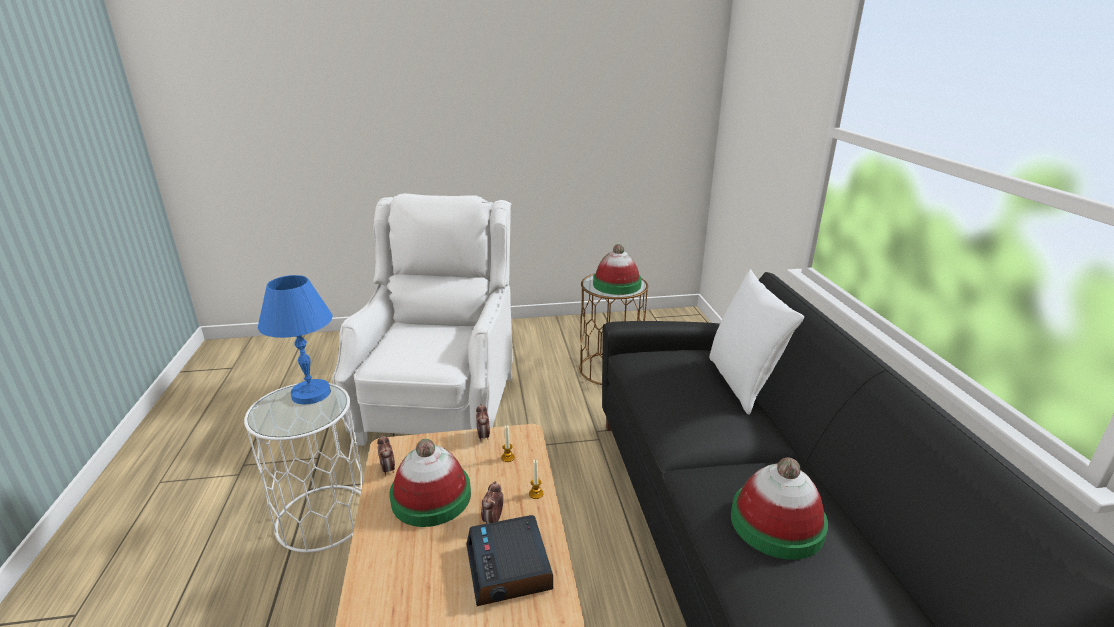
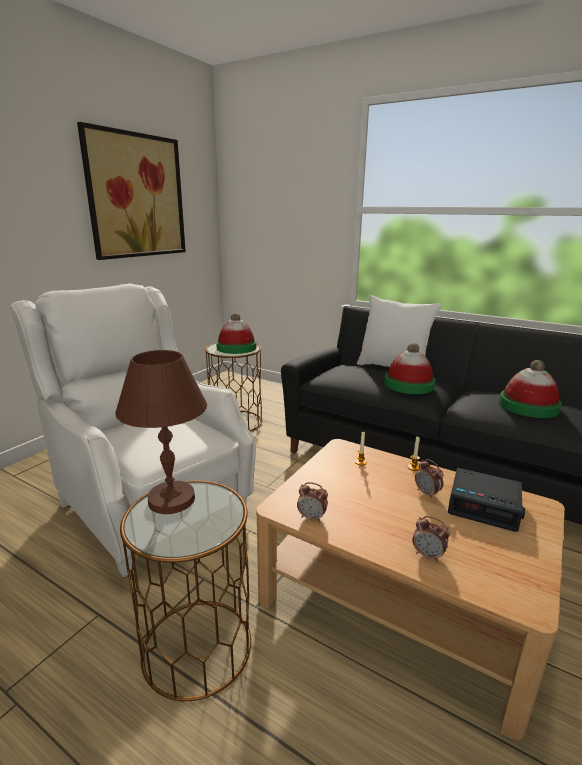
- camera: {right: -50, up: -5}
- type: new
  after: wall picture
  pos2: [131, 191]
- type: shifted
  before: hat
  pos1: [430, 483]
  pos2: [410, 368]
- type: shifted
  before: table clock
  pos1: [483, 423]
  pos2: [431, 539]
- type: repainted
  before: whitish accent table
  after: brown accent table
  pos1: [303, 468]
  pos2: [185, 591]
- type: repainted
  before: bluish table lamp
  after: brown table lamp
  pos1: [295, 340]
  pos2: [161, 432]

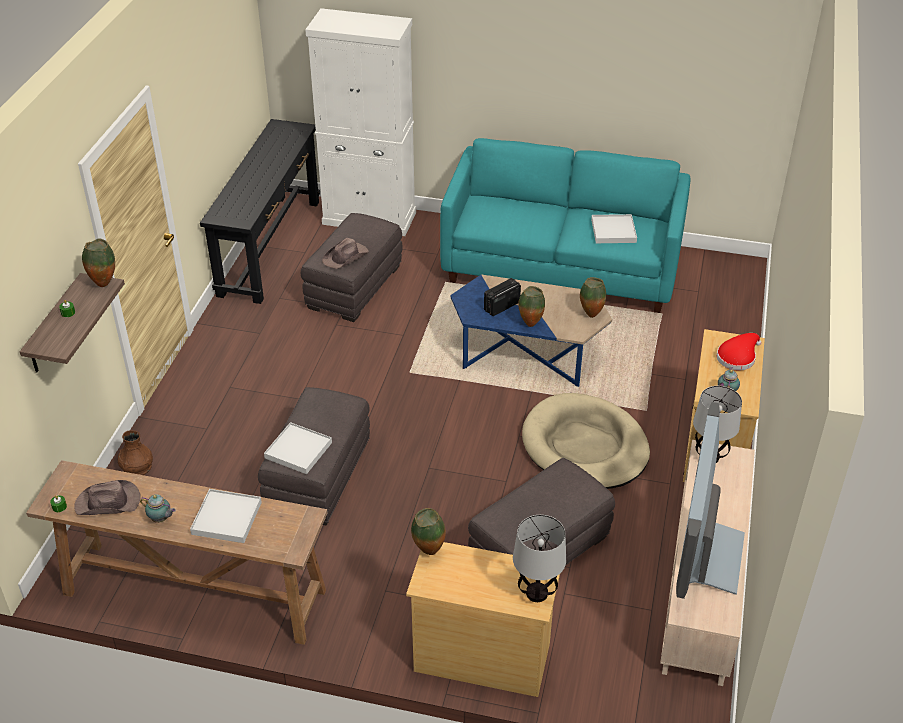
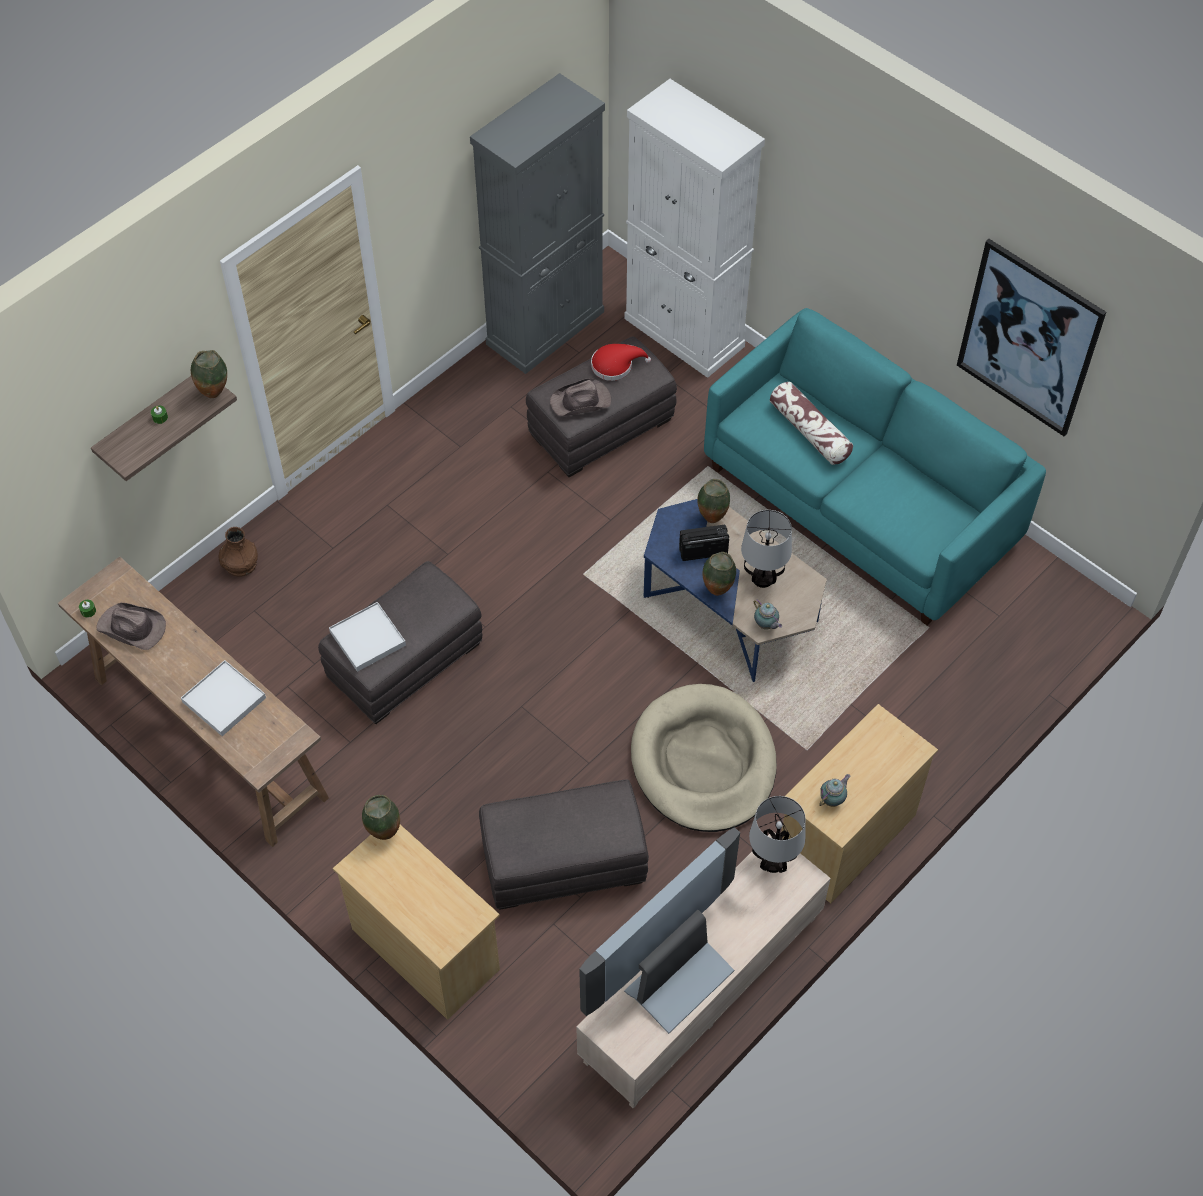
- camera: {right: 30, up: 15}
- type: gone
  before: whitish carrying tray
  pos1: [614, 228]
- type: new
  after: cushion
  pos2: [811, 423]
- type: new
  after: wall picture
  pos2: [1031, 337]
- type: shifted
  before: teapot
  pos1: [158, 508]
  pos2: [768, 614]
- type: shifted
  before: table lamp
  pos1: [539, 558]
  pos2: [766, 549]
- type: shifted
  before: vase
  pos1: [593, 297]
  pos2: [713, 501]
- type: shifted
  before: red hat
  pos1: [738, 351]
  pos2: [621, 362]
- type: swapped
  before: blackish hall table
  after: grey cupboard
  pos1: [260, 211]
  pos2: [537, 223]

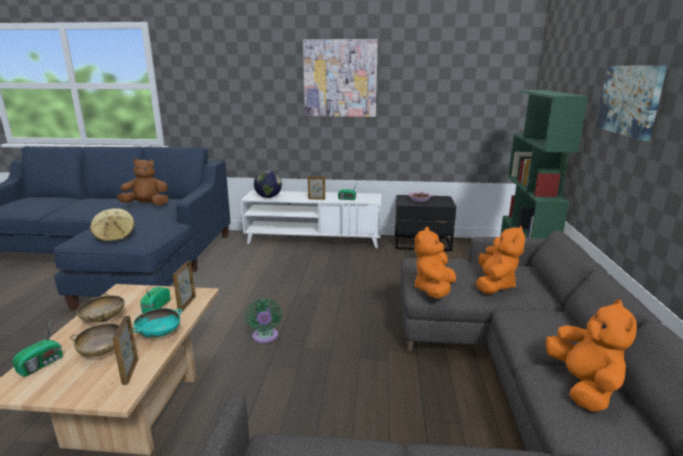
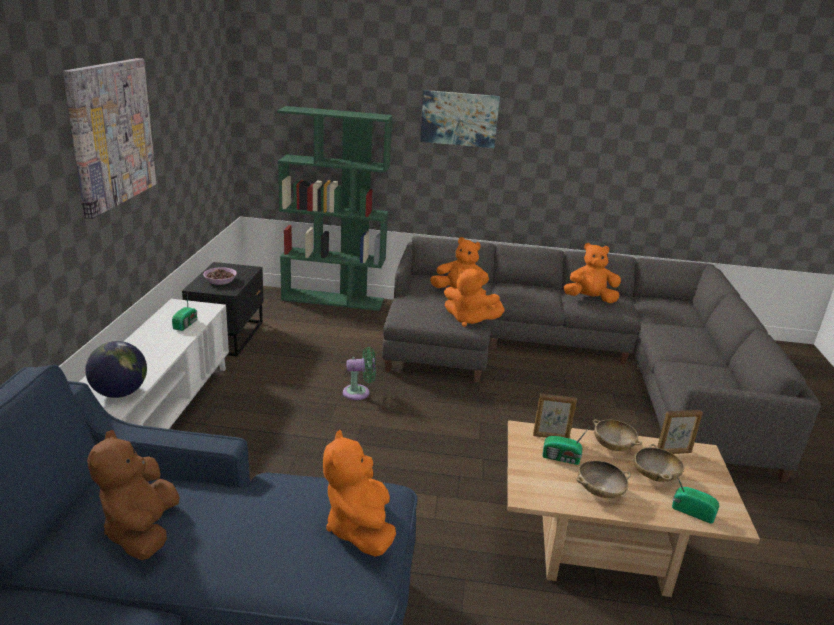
- camera: {right: -90, up: 5}
- type: gone
  before: standing frame
  pos1: [316, 188]
- type: shifted
  before: greenish electric fan
  pos1: [263, 320]
  pos2: [359, 373]
- type: swapped
  before: beige hat
  after: orange-coloured plush toy
  pos1: [112, 225]
  pos2: [359, 493]
- type: repainted
  before: blue-green serving bowl
  after: beige serving bowl
  pos1: [157, 323]
  pos2: [617, 435]

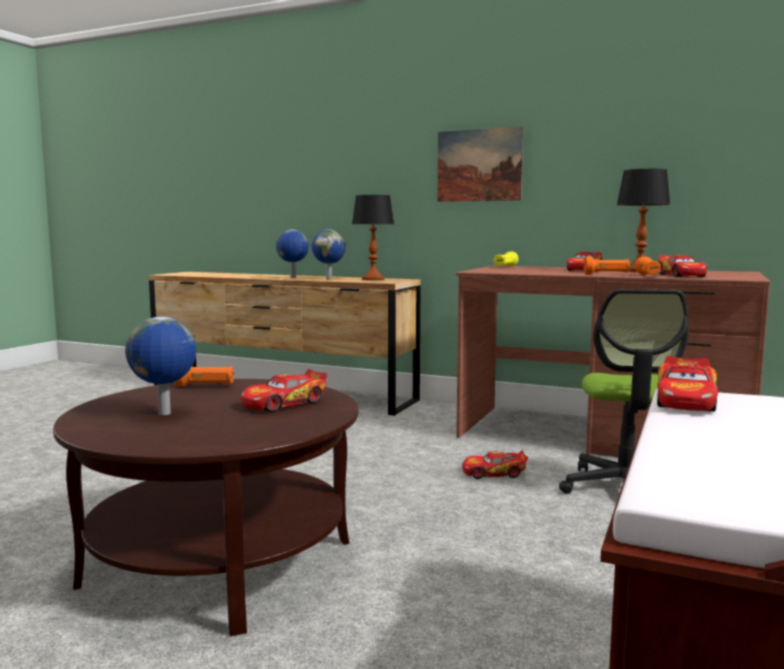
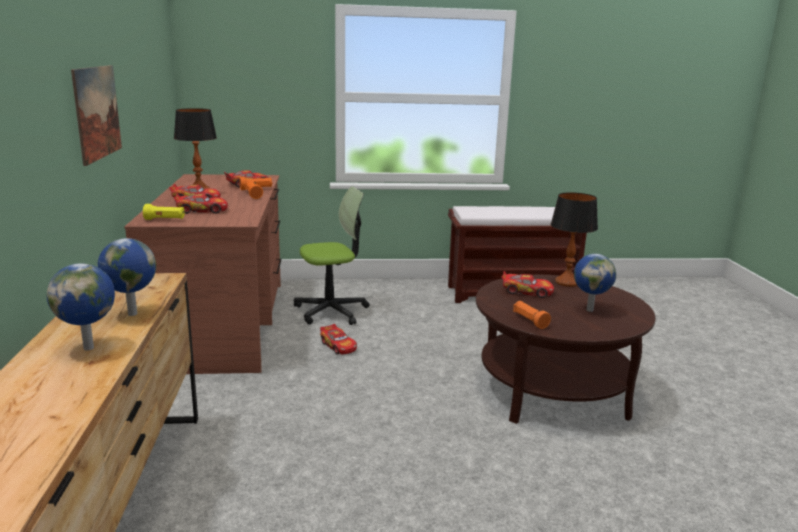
- camera: {right: -120, up: 10}
- type: shifted
  before: table lamp
  pos1: [373, 237]
  pos2: [574, 239]
- type: shifted
  before: model car
  pos1: [687, 384]
  pos2: [200, 204]

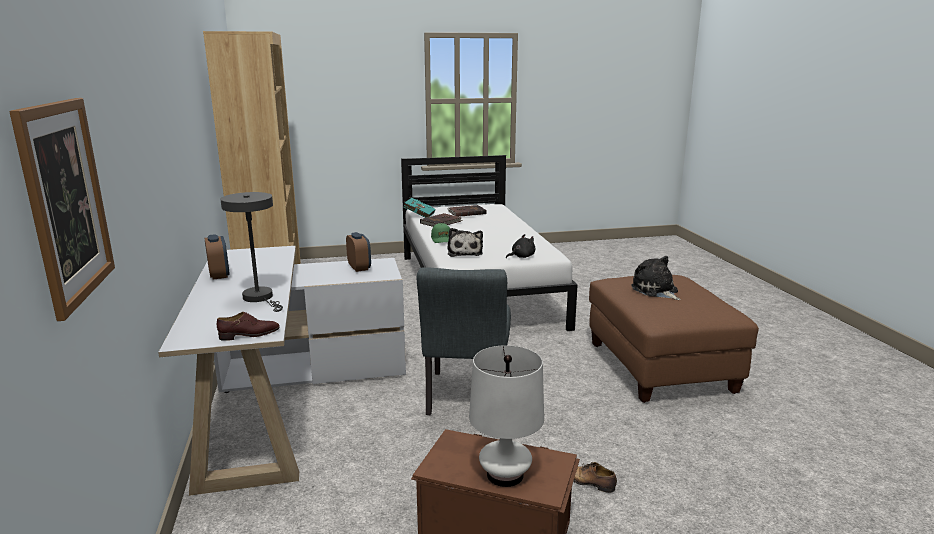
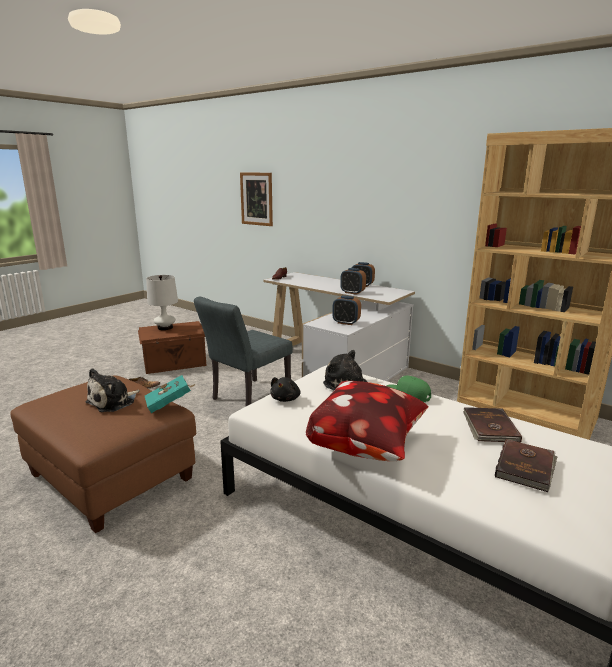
- camera: {right: 140, up: 0}
- type: gone
  before: grey table lamp
  pos1: [251, 252]
- type: new
  after: cushion
  pos2: [367, 421]
- type: new
  after: table clock
  pos2: [353, 281]
- type: shifted
  before: blue-green volume
  pos1: [419, 208]
  pos2: [170, 394]
- type: rotated
  before: grey plain chair
  pos1: [464, 341]
  pos2: [243, 352]
  turn: -105
- type: rotated
  before: plush toy
  pos1: [656, 278]
  pos2: [112, 390]
  turn: 105

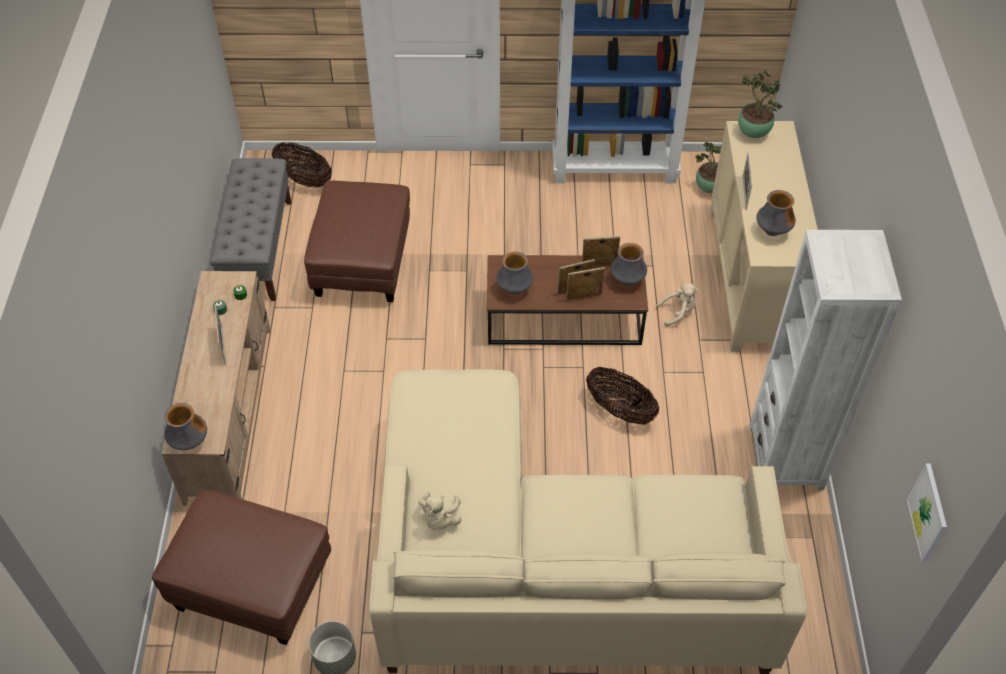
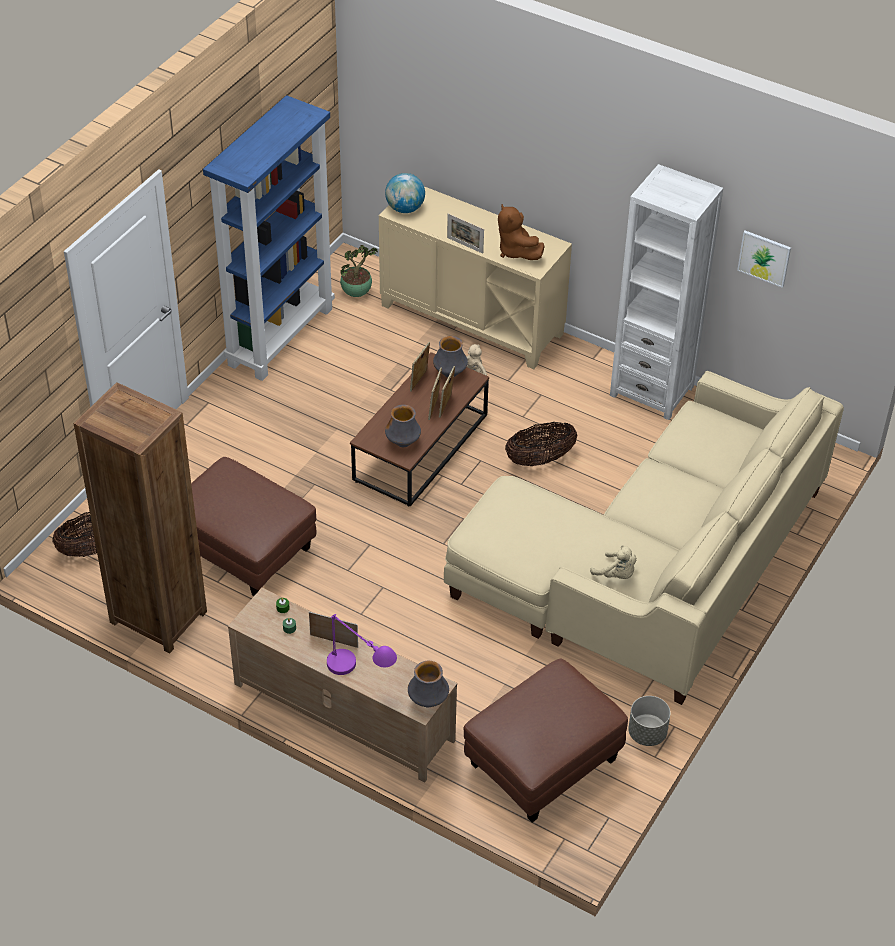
- camera: {right: -60, up: -5}
- type: new
  after: purple-coloured table lamp
  pos2: [362, 644]
- type: shifted
  before: wall picture
  pos1: [927, 513]
  pos2: [764, 259]
- type: swapped
  before: grey long seat
  after: brown bookshelf
  pos1: [250, 229]
  pos2: [140, 518]
- type: swapped
  before: potted plant
  after: world globe
  pos1: [760, 104]
  pos2: [405, 193]
- type: swapped
  before: vase
  after: brown plush toy
  pos1: [776, 213]
  pos2: [521, 232]

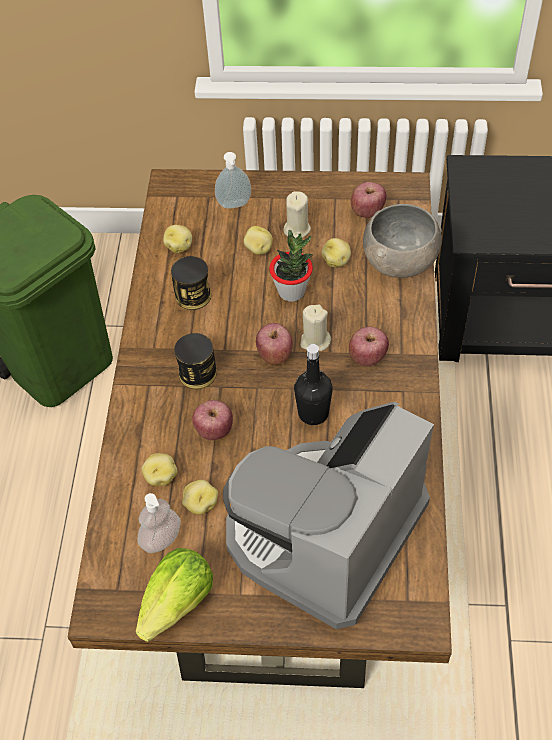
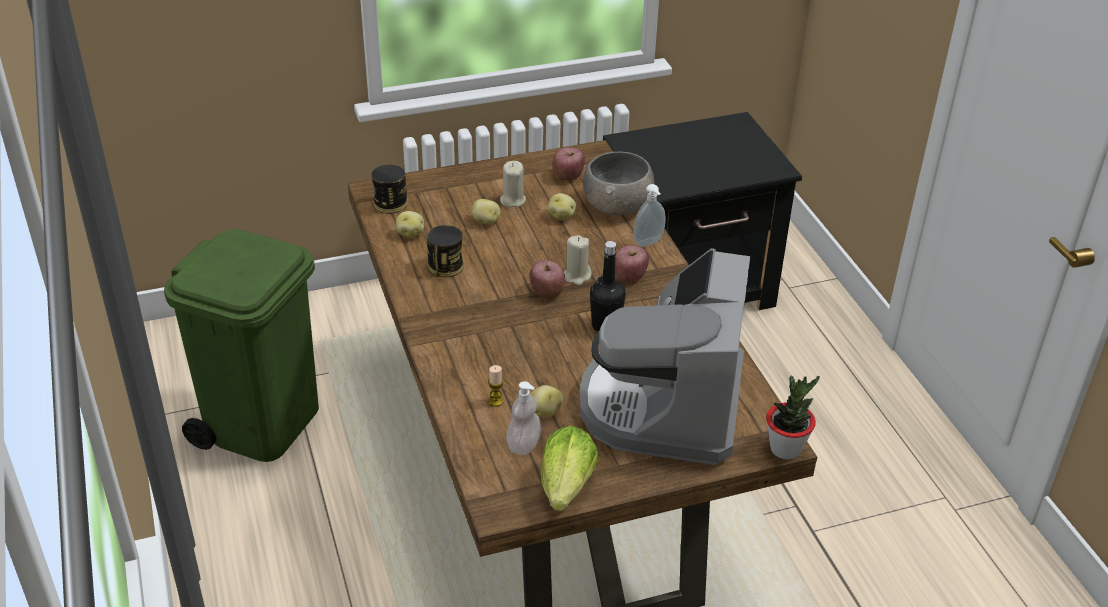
- camera: {right: -25, up: -15}
- type: gone
  before: apple fruit
  pos1: [212, 420]
- type: shifted
  before: metal can
  pos1: [195, 361]
  pos2: [389, 189]
- type: shifted
  before: soap bottle
  pos1: [233, 180]
  pos2: [649, 215]
- type: shifted
  before: potted plant
  pos1: [291, 266]
  pos2: [793, 418]
- type: swapped
  before: whole potato
  after: wax candle
  pos1: [159, 469]
  pos2: [495, 386]

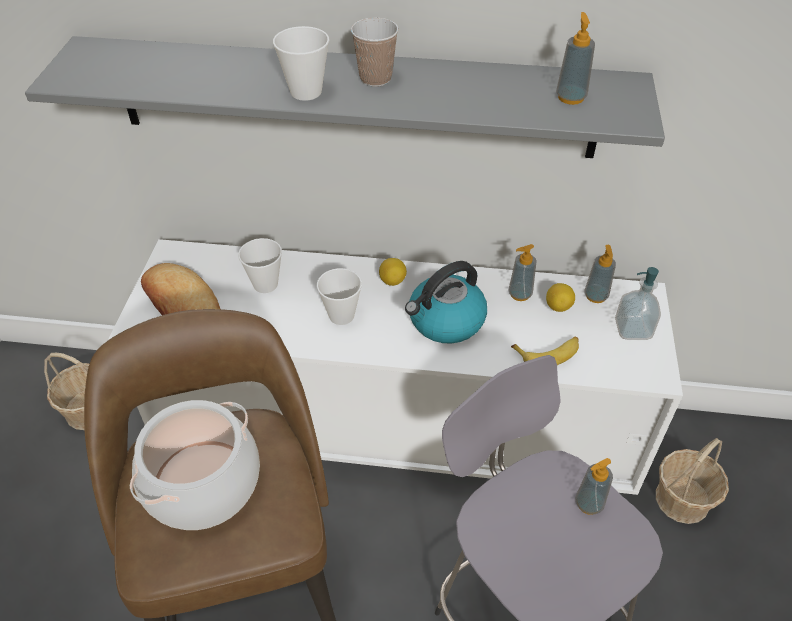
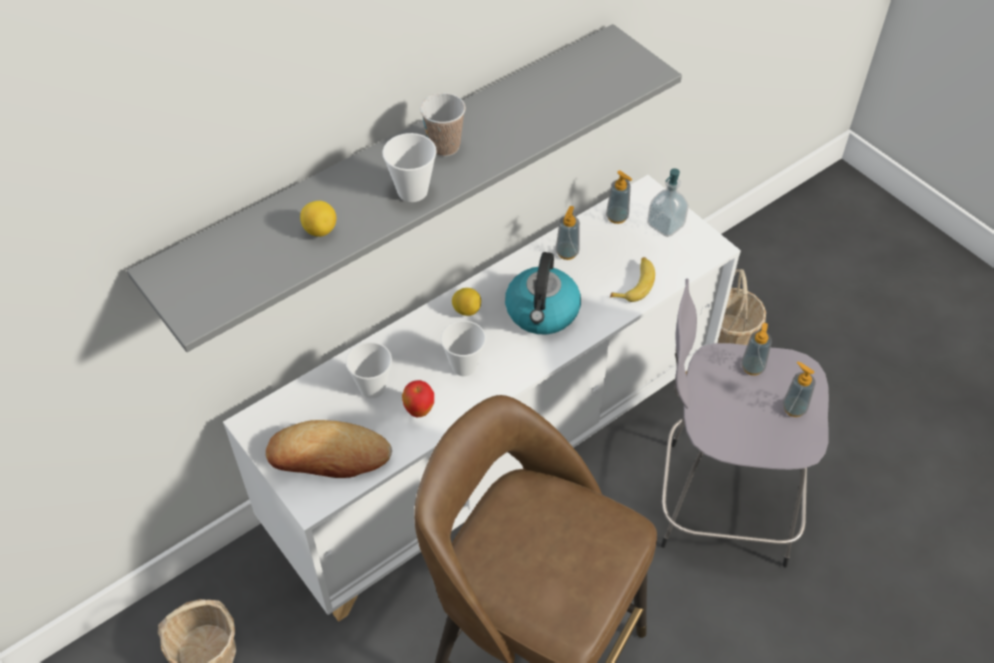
- camera: {right: -45, up: 5}
- type: gone
  before: cooking pot
  pos1: [195, 465]
- type: new
  after: apple fruit
  pos2: [418, 398]
- type: shifted
  before: whole lemon
  pos1: [560, 297]
  pos2: [318, 219]
- type: shifted
  before: soap bottle
  pos1: [575, 58]
  pos2: [799, 389]

